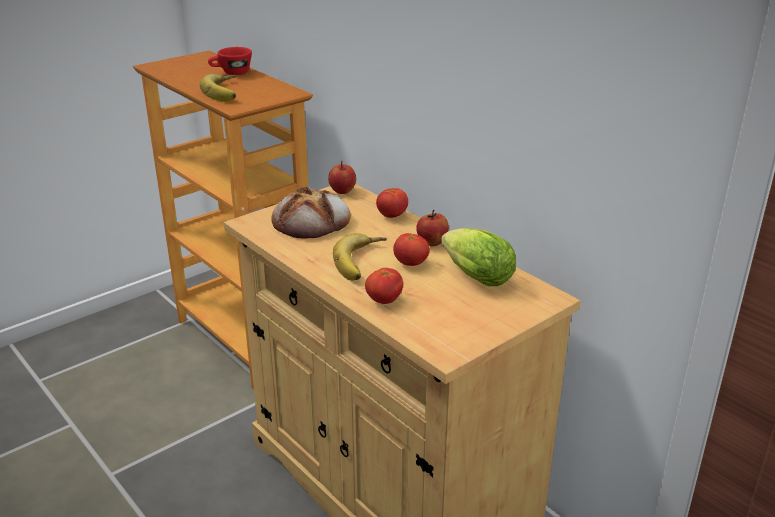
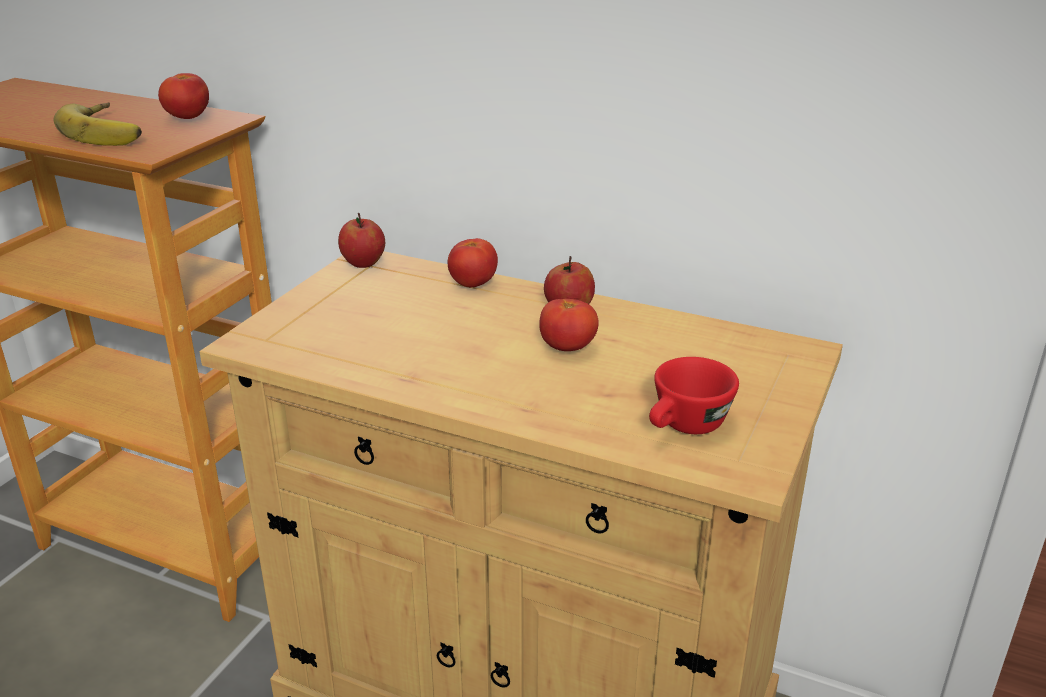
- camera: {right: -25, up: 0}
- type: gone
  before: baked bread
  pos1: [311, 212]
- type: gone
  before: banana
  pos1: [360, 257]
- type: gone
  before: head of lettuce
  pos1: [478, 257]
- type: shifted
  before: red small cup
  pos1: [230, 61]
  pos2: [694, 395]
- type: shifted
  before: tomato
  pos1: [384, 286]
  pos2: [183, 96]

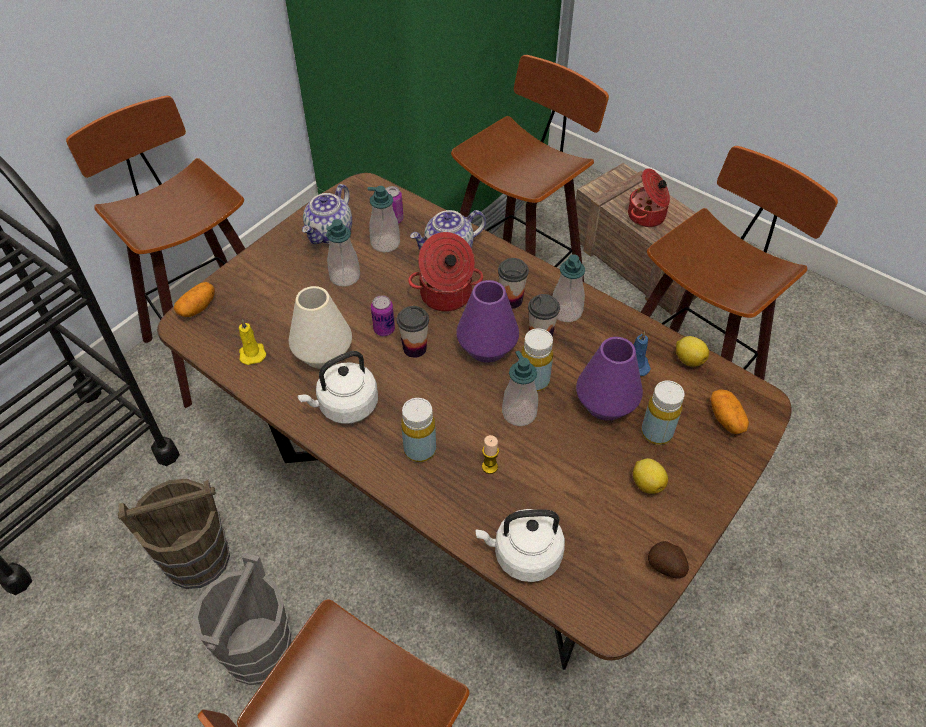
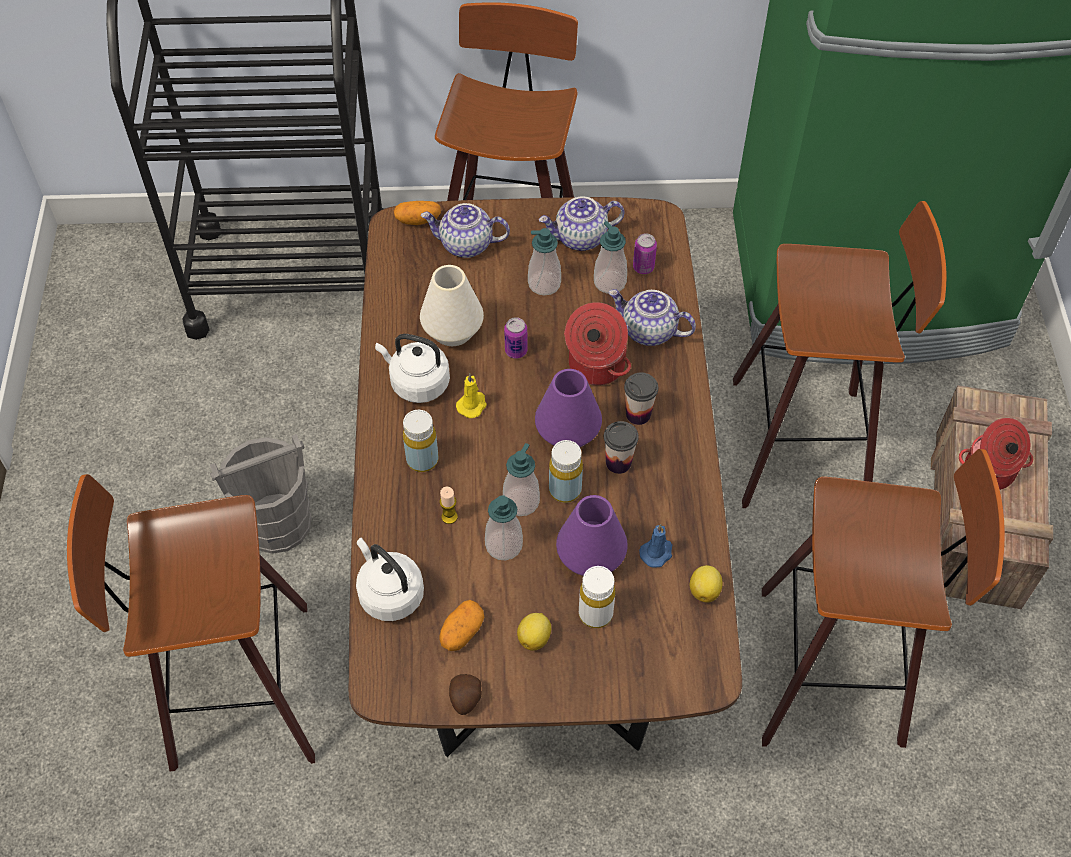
- camera: {right: 50, up: 5}
- type: gone
  before: brown water bucket
  pos1: [174, 534]
- type: gone
  before: small cup
  pos1: [413, 332]
- type: new
  after: teapot
  pos2: [465, 230]
- type: shifted
  before: yellowish wax candle
  pos1: [253, 342]
  pos2: [471, 395]
- type: shifted
  before: soap bottle
  pos1: [569, 288]
  pos2: [504, 527]
- type: shifted
  before: whole potato
  pos1: [730, 411]
  pos2: [461, 625]
- type: repainted
  before: yellowish beverage bottle
  after: whitish beverage bottle
  pos1: [663, 412]
  pos2: [597, 597]

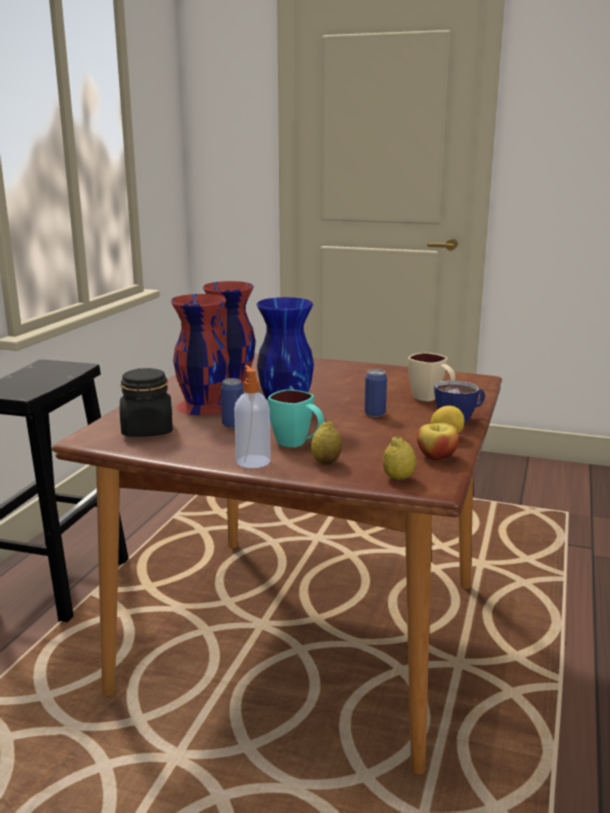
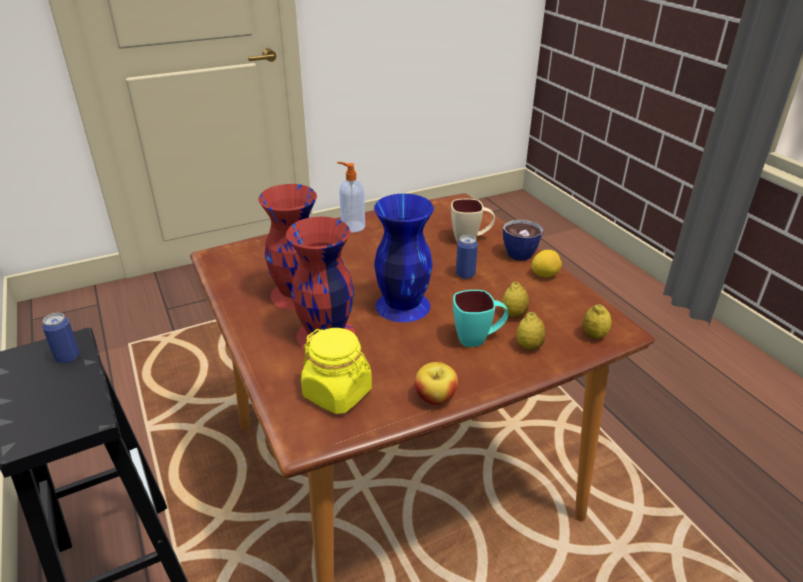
- camera: {right: -45, up: 15}
- type: new
  after: whole lemon
  pos2: [515, 300]
- type: shifted
  before: metal can
  pos1: [232, 403]
  pos2: [61, 338]
- type: shifted
  before: soap bottle
  pos1: [252, 416]
  pos2: [351, 197]
- type: shifted
  before: apple fruit
  pos1: [438, 441]
  pos2: [436, 383]
- type: repainted
  before: blackish storage jar
  after: yellowish storage jar
  pos1: [146, 402]
  pos2: [336, 371]

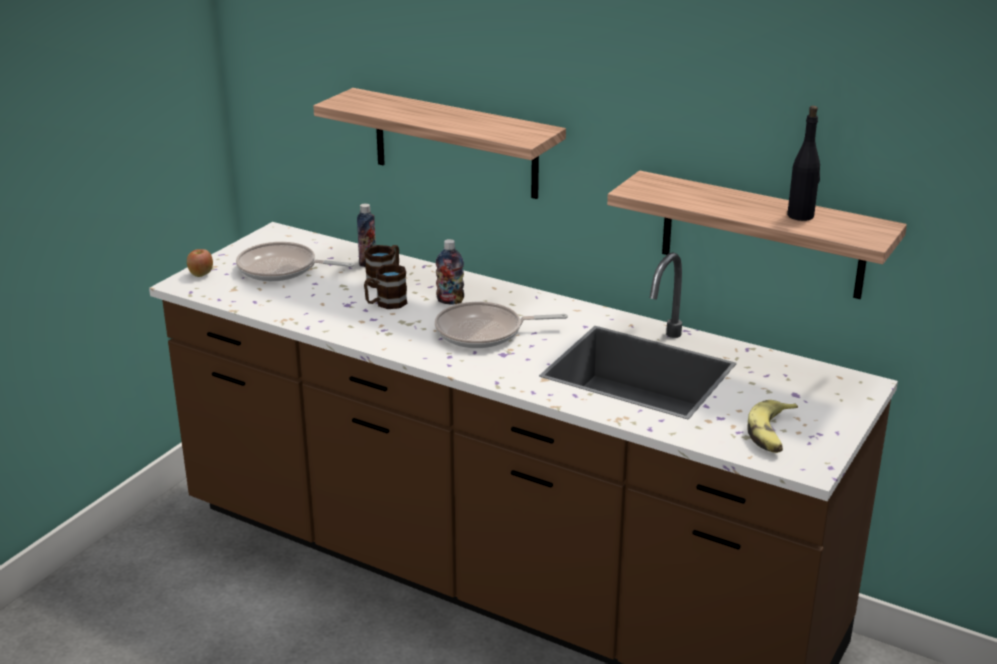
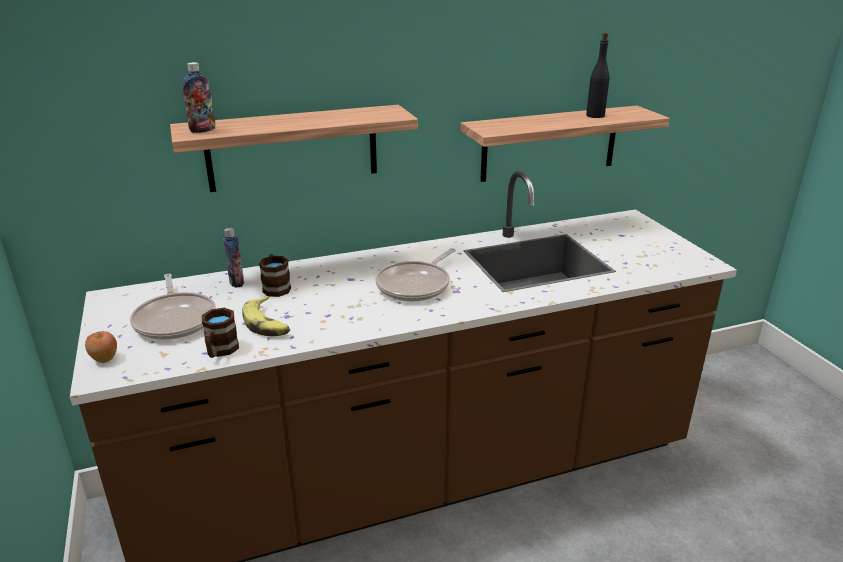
- camera: {right: -50, up: 0}
- type: shifted
  before: brown tea mug
  pos1: [385, 286]
  pos2: [220, 333]
- type: shifted
  before: beverage bottle
  pos1: [450, 271]
  pos2: [198, 97]
- type: shifted
  before: banana
  pos1: [772, 426]
  pos2: [266, 316]
- type: rotated
  before: frying pan
  pos1: [295, 261]
  pos2: [173, 307]
  turn: -75

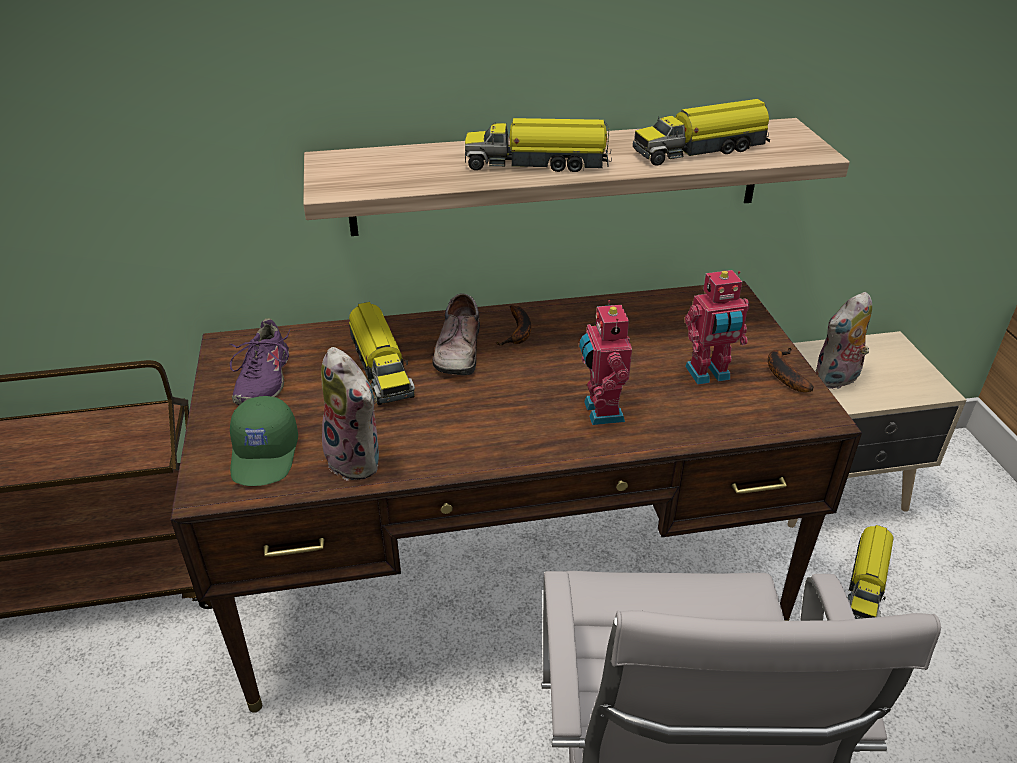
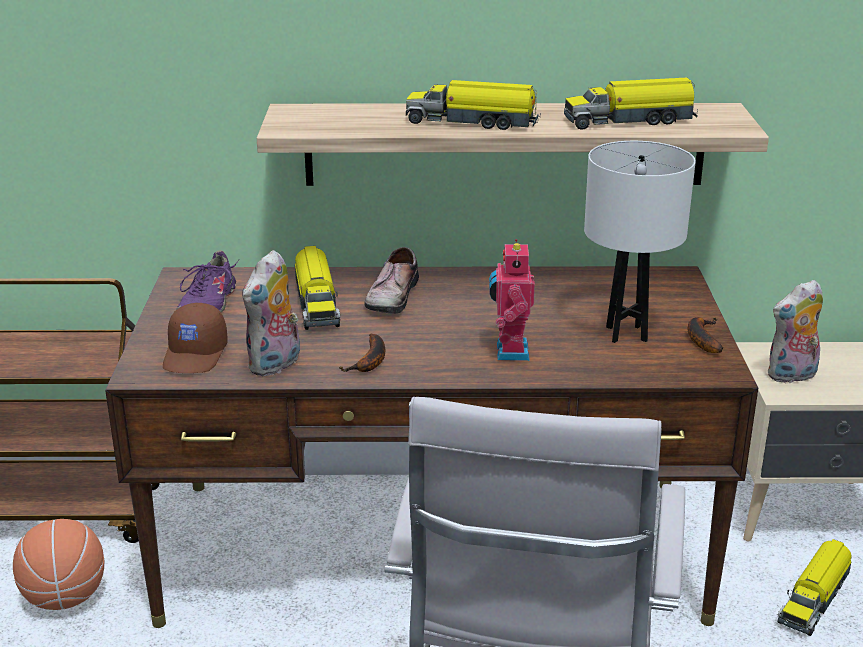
- camera: {right: 10, up: -10}
- type: new
  after: ball for basketball
  pos2: [58, 564]
- type: shifted
  before: banana
  pos1: [513, 325]
  pos2: [362, 353]
- type: swapped
  before: toy robot
  after: whitish table lamp
  pos1: [717, 327]
  pos2: [640, 242]
- type: repainted
  before: greenish peaked cap
  after: brown peaked cap
  pos1: [264, 441]
  pos2: [195, 338]
- type: rotated
  before: plush toy
  pos1: [350, 414]
  pos2: [271, 313]
  turn: 60

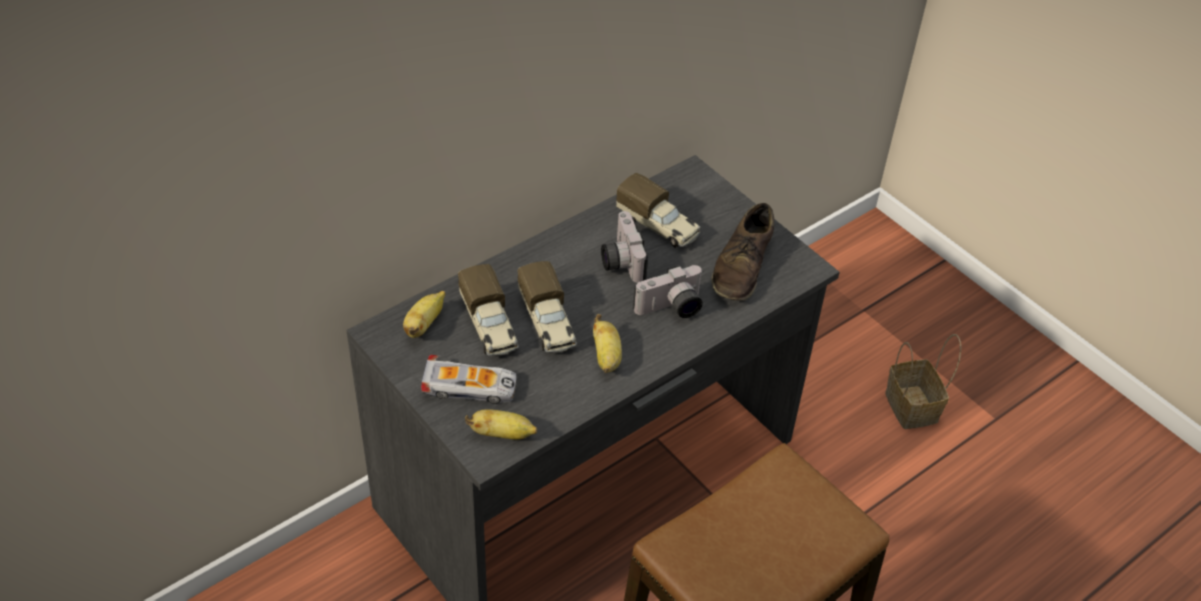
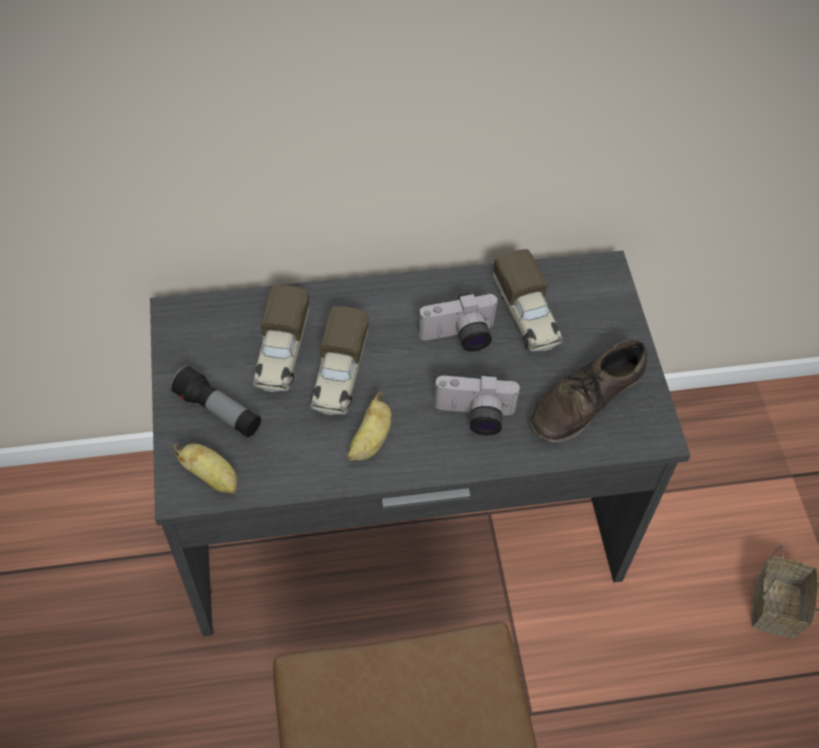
- camera: {right: 30, up: 10}
- type: gone
  before: banana
  pos1: [424, 314]
- type: swapped
  before: model car
  after: flashlight
  pos1: [468, 379]
  pos2: [215, 401]
- type: rotated
  before: still camera
  pos1: [624, 247]
  pos2: [458, 322]
  turn: -120

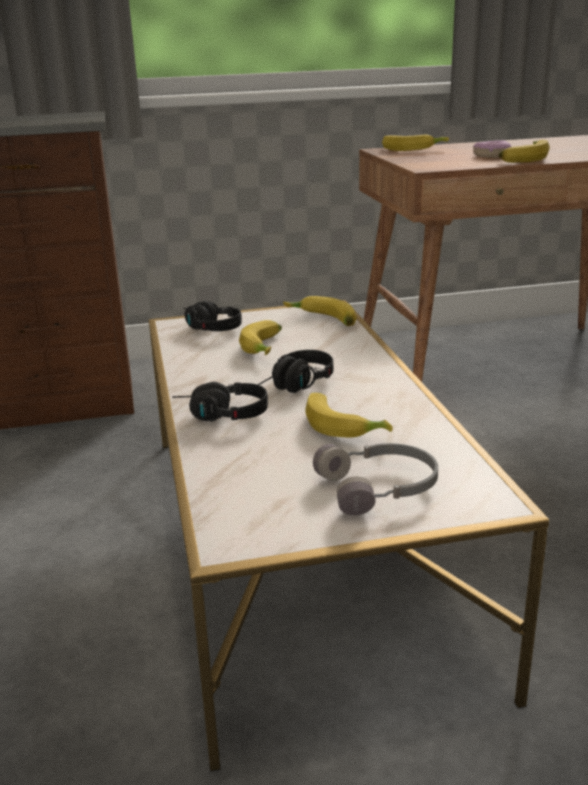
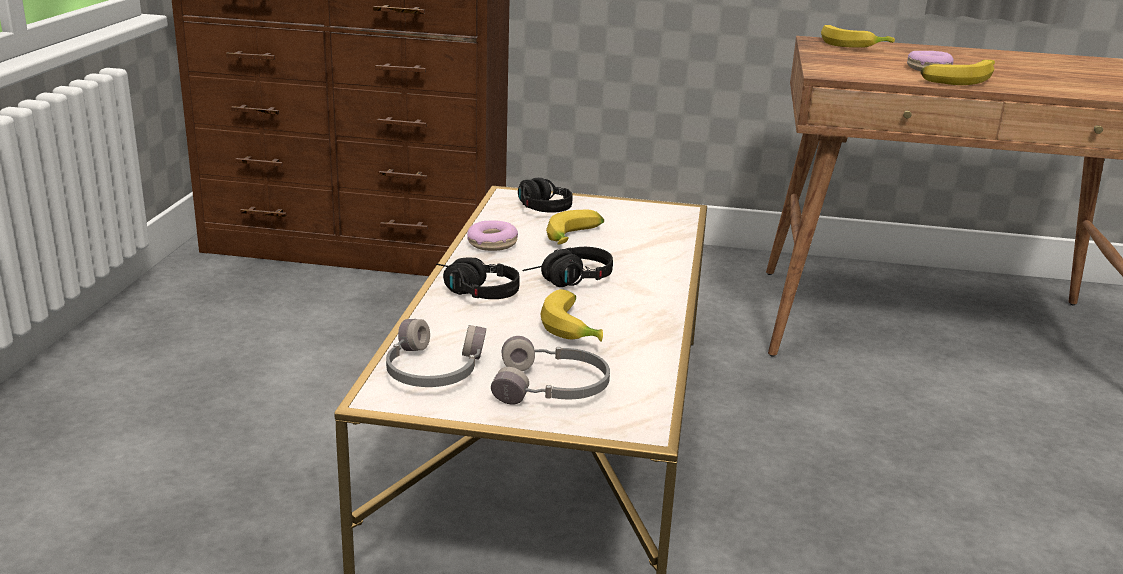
- camera: {right: 20, up: 0}
- type: gone
  before: banana
  pos1: [320, 311]
- type: new
  after: grey pair of headphones
  pos2: [436, 353]
- type: new
  after: donut
  pos2: [492, 235]

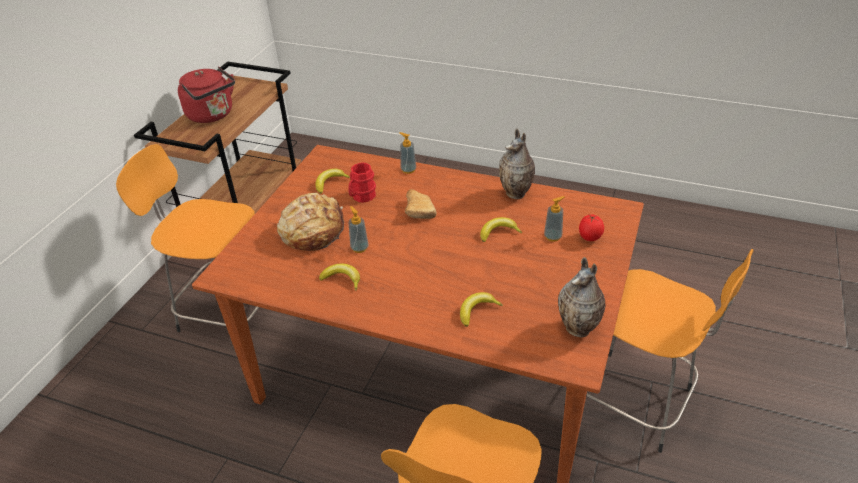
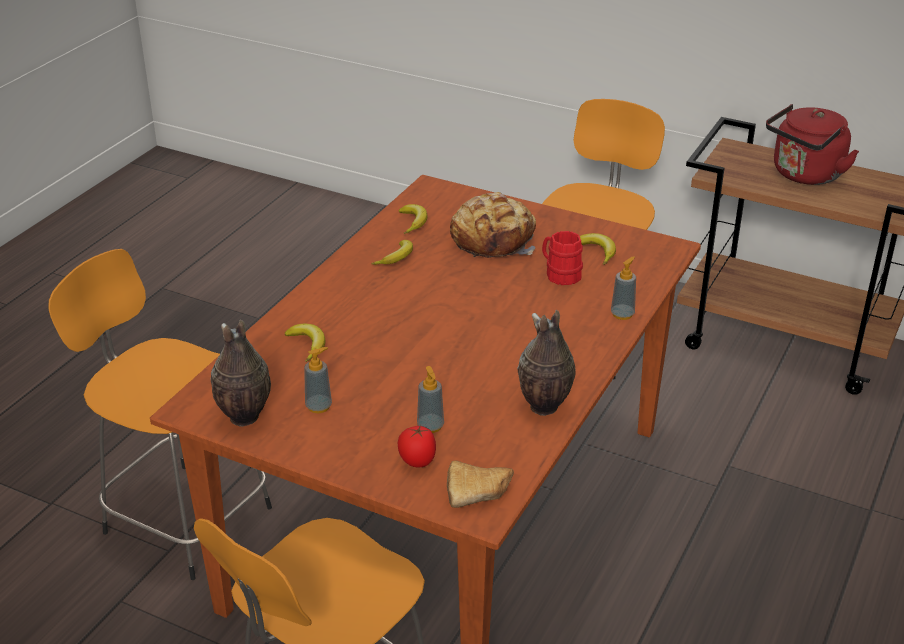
- camera: {right: 95, up: -5}
- type: shifted
  before: soap bottle
  pos1: [358, 229]
  pos2: [318, 380]
- type: shifted
  before: baked bread
  pos1: [421, 204]
  pos2: [480, 484]
- type: shifted
  before: banana
  pos1: [501, 229]
  pos2: [413, 219]

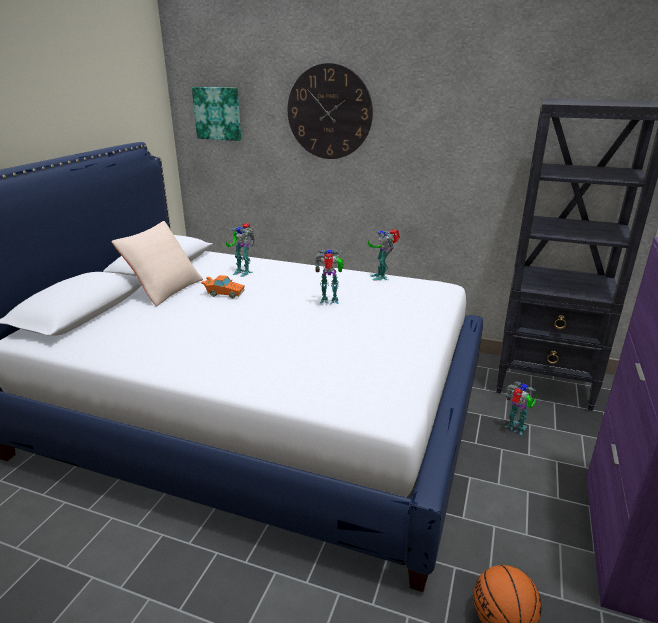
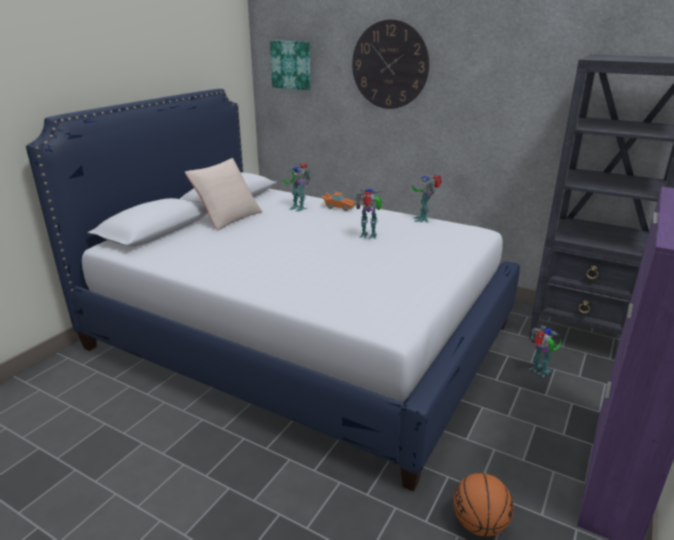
- camera: {right: 10, up: 0}
- type: shifted
  before: orange-coloured model car
  pos1: [223, 286]
  pos2: [339, 201]

